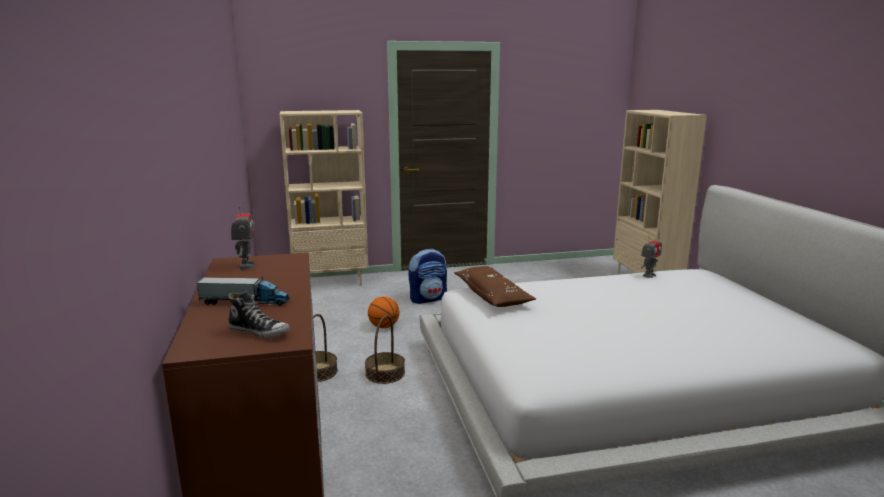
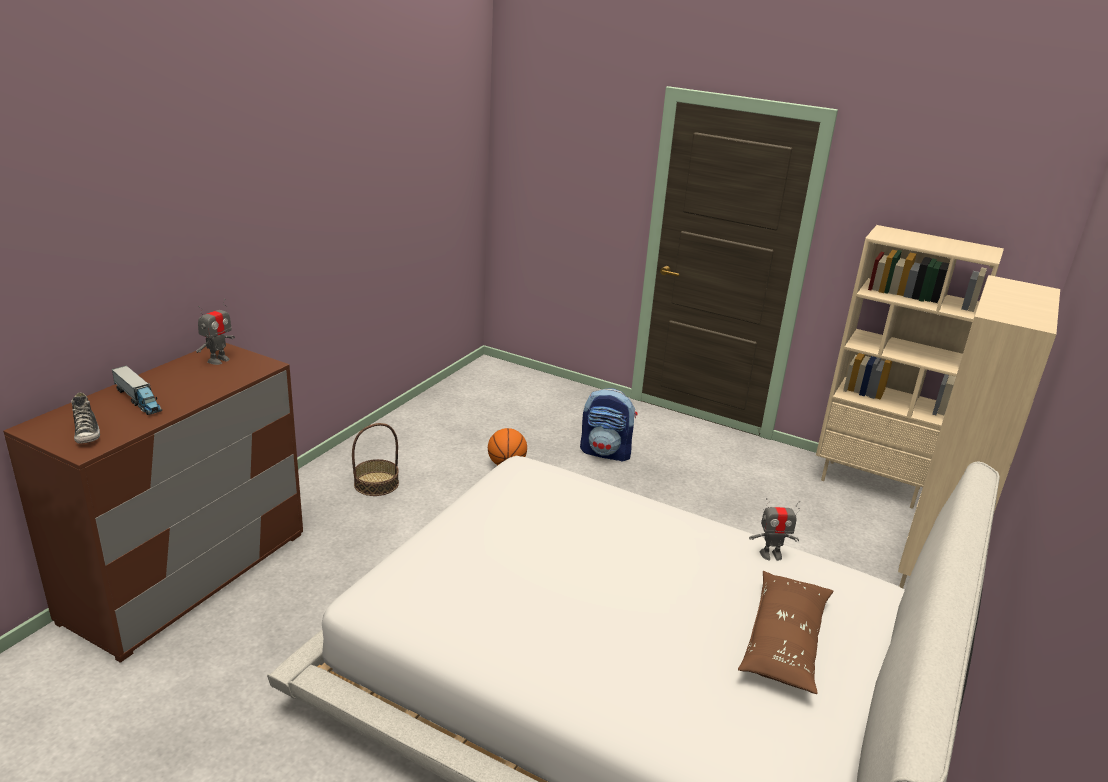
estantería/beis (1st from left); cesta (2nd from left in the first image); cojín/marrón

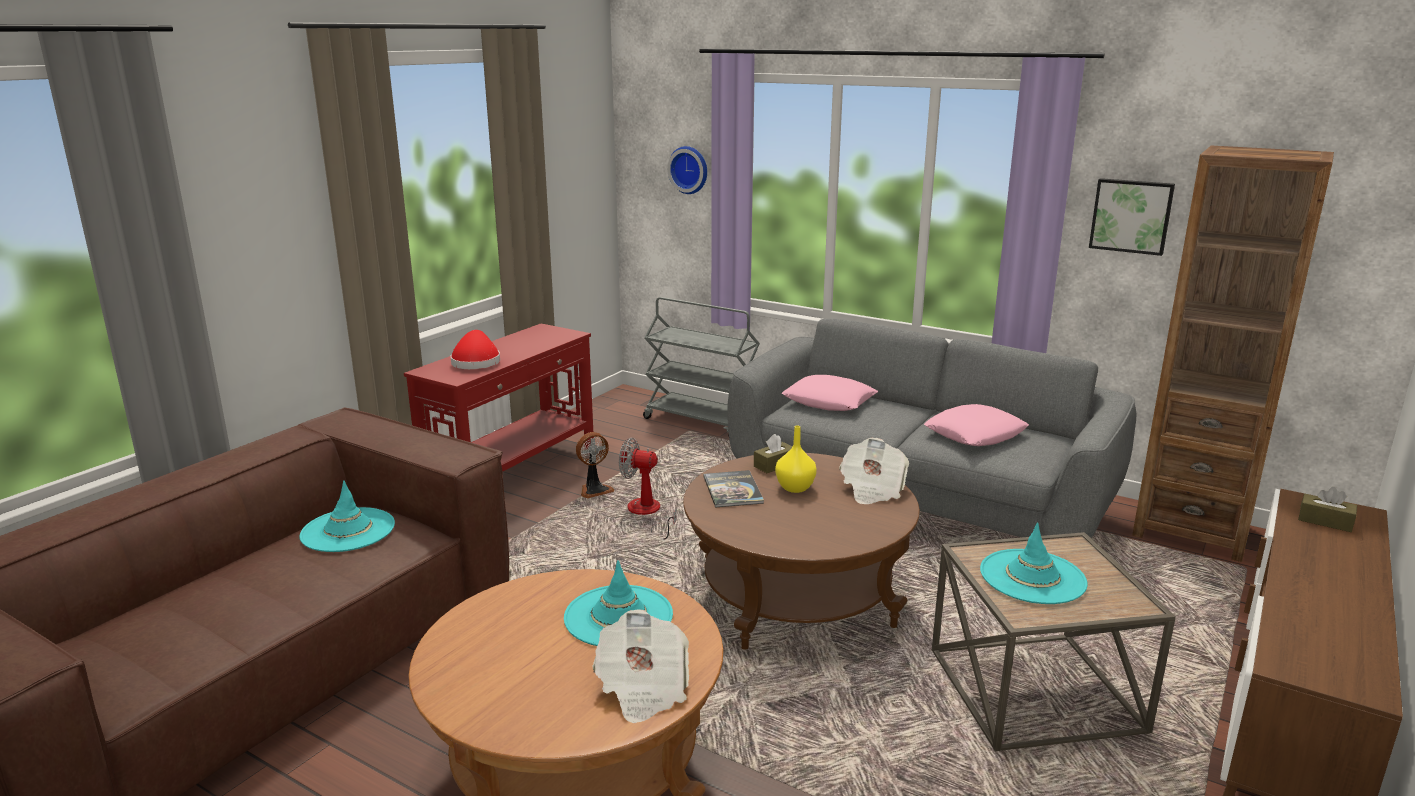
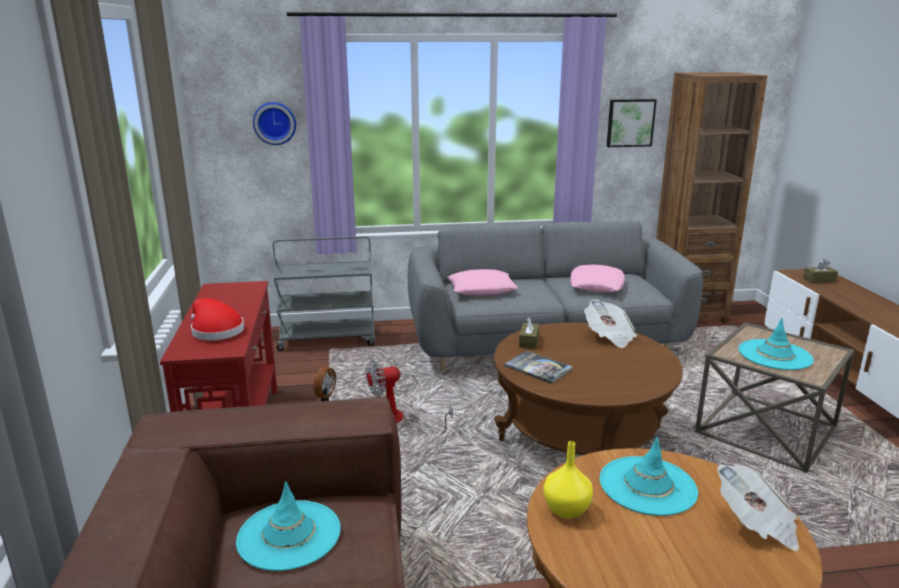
florero/amarillo

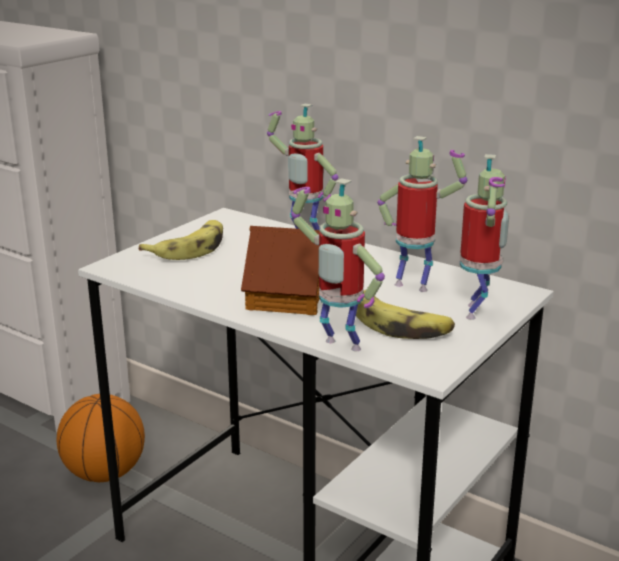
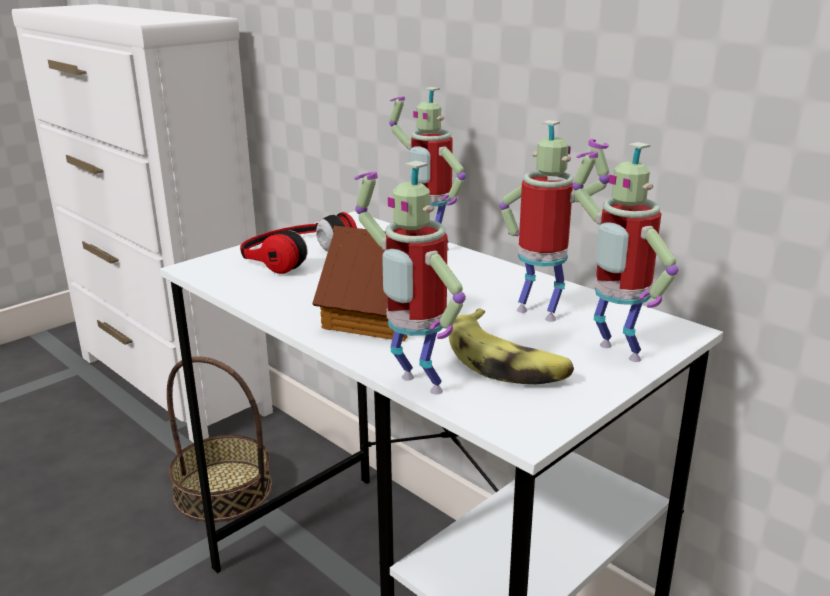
cesta; auriculares; robot de juguete (4th from left)

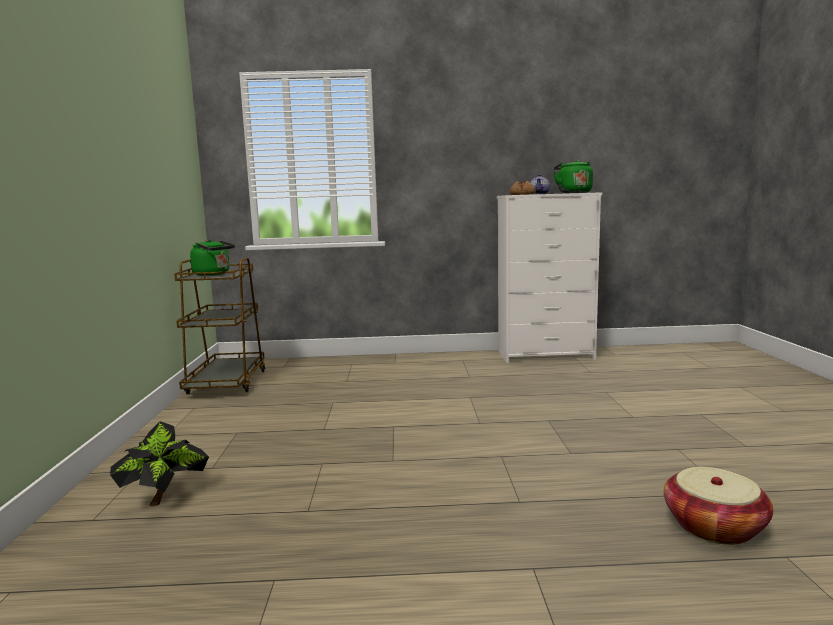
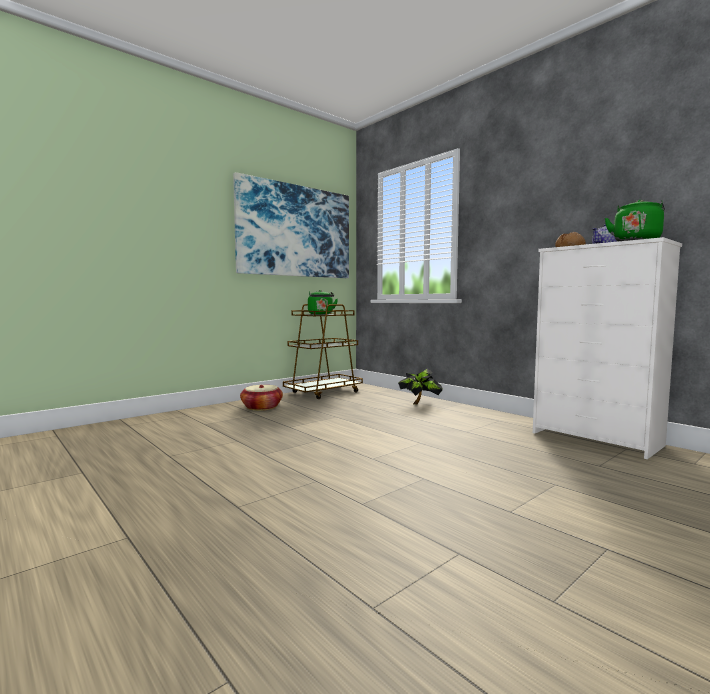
planta en maceta; cesta; cuadro

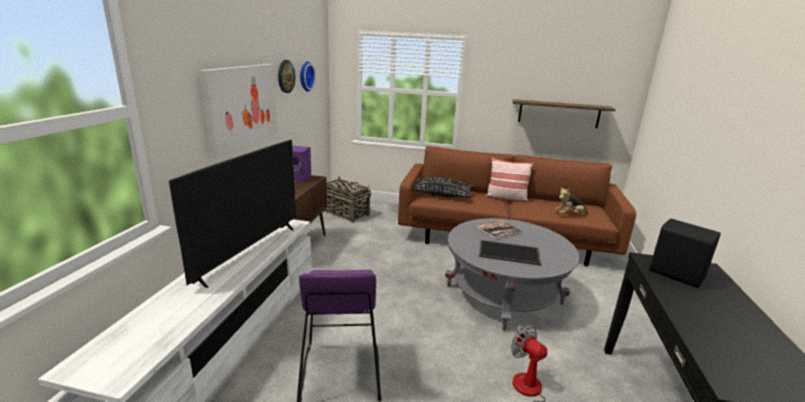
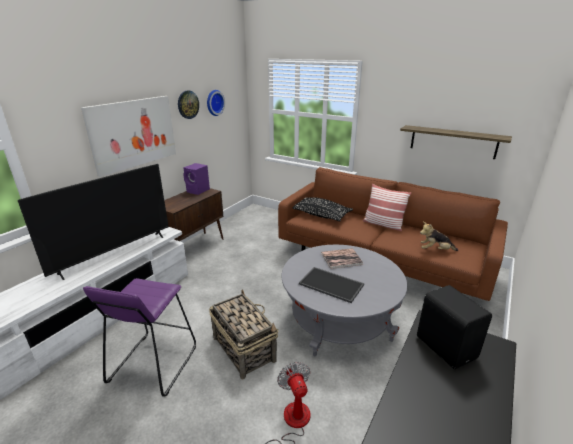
cesta

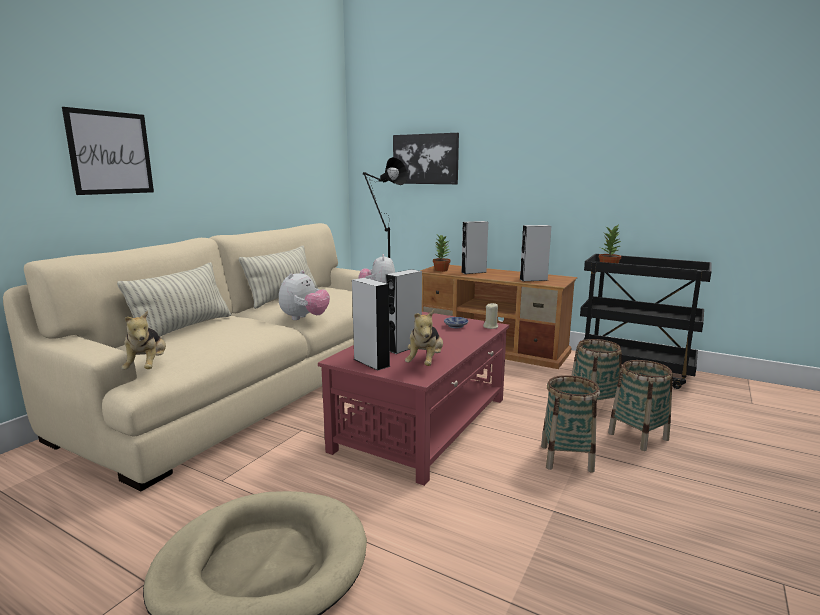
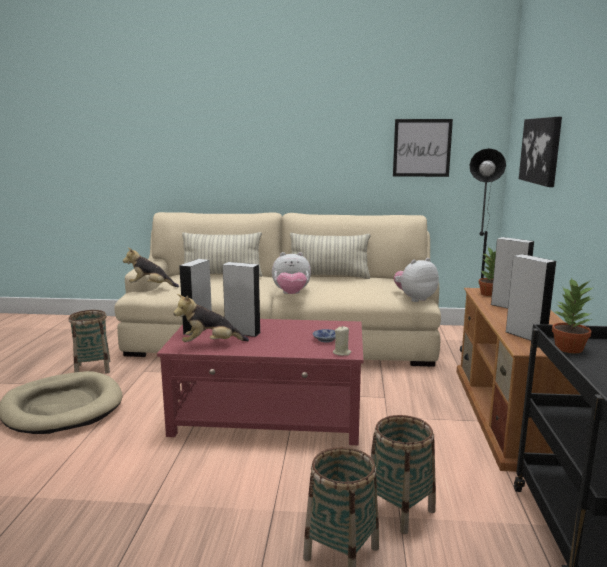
cuadro (1st from left); peluche (1st from left); cesta (1st from left)

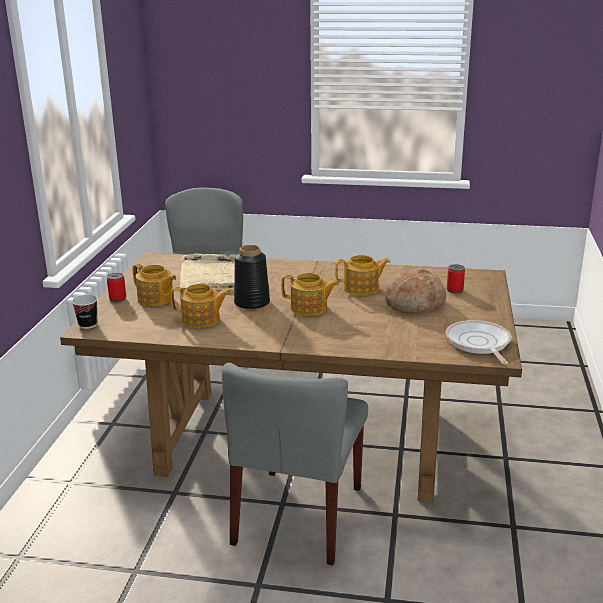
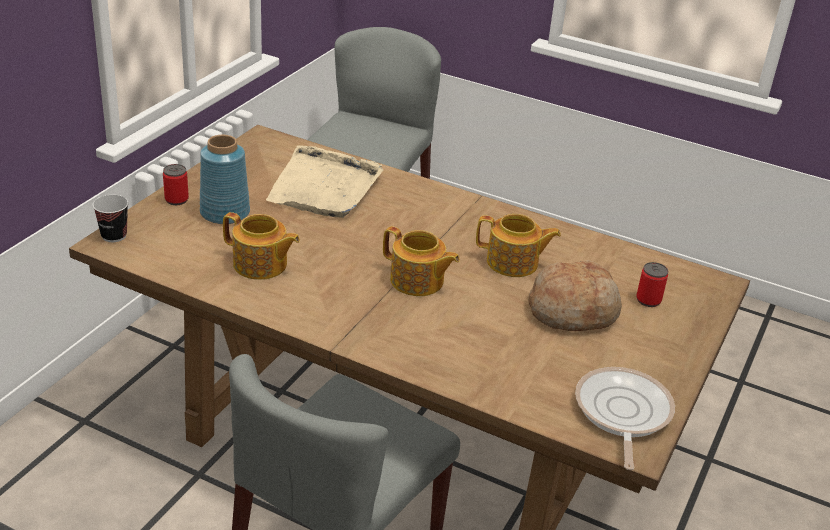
florero/azul; florero/negro

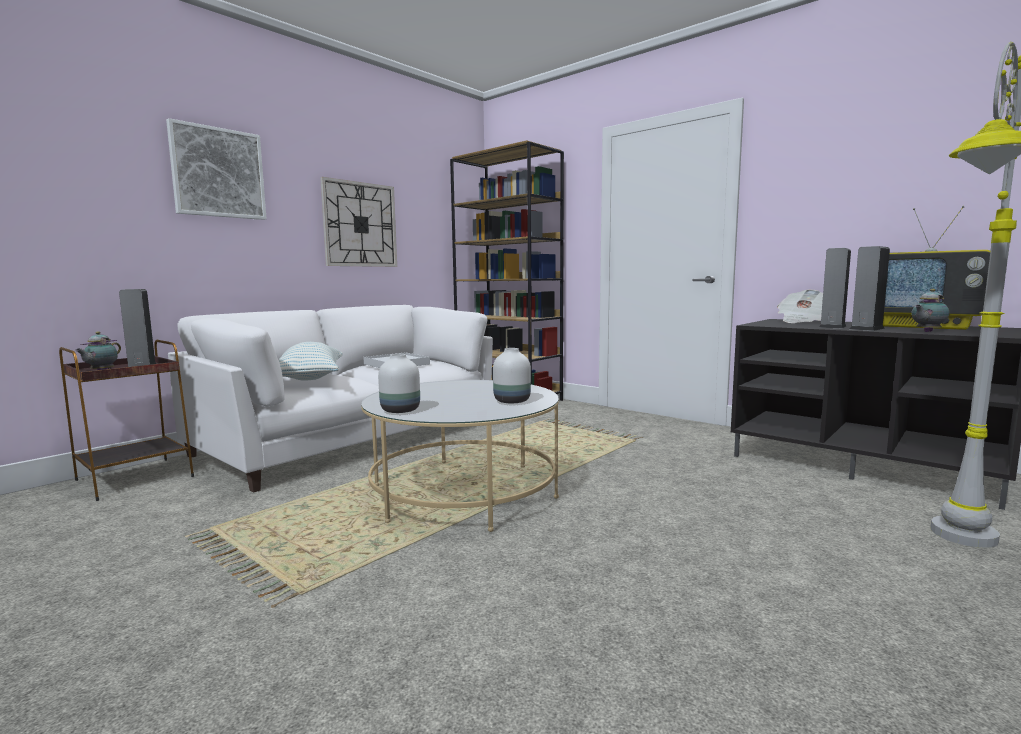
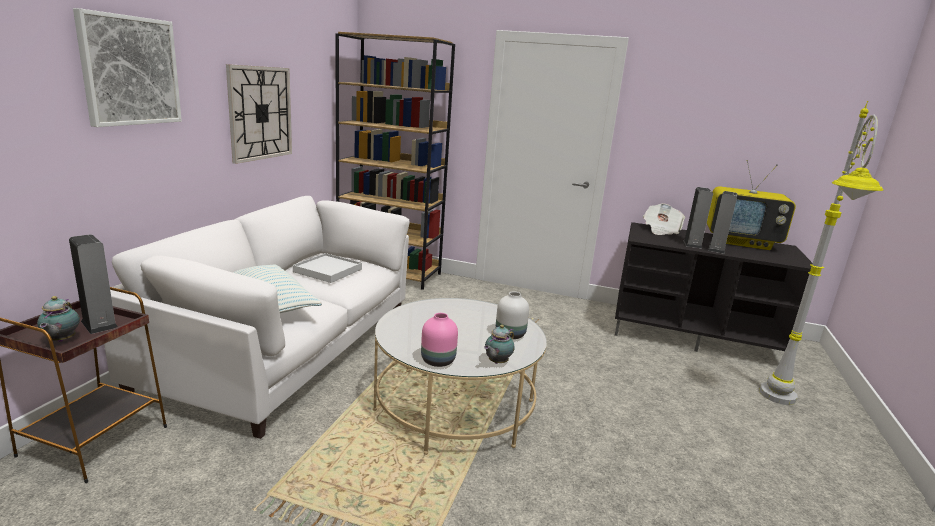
florero/rosa; tetera (2nd from left)

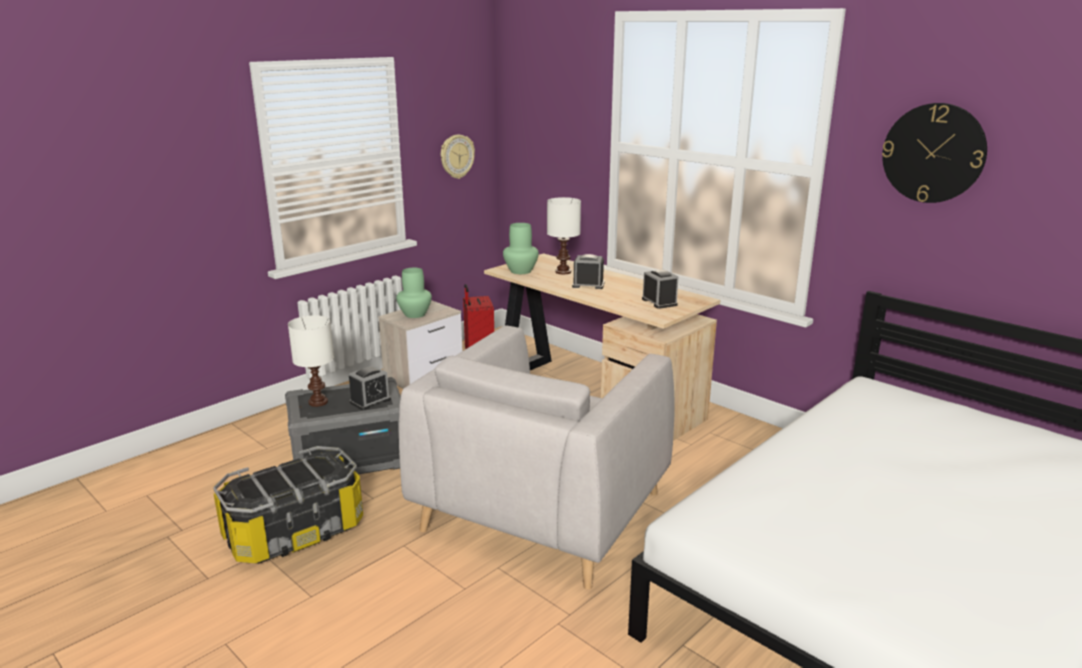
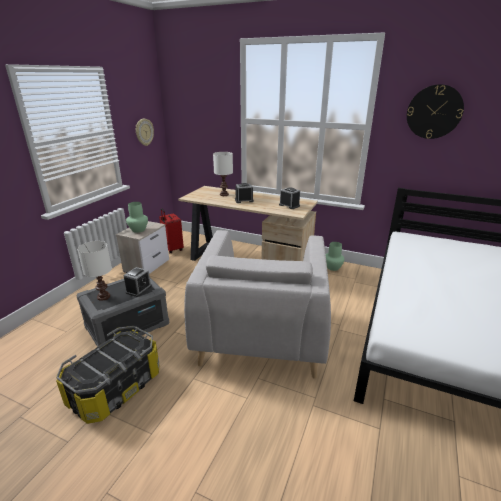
florero/verde (2nd from left)

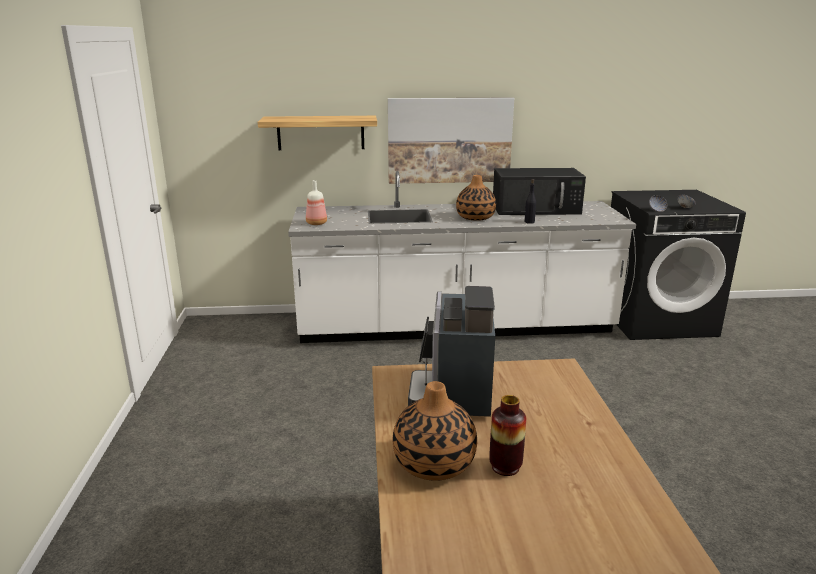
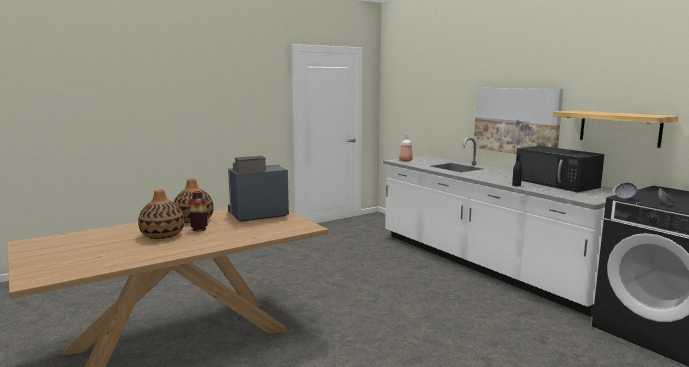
estante; florero (1st from left)

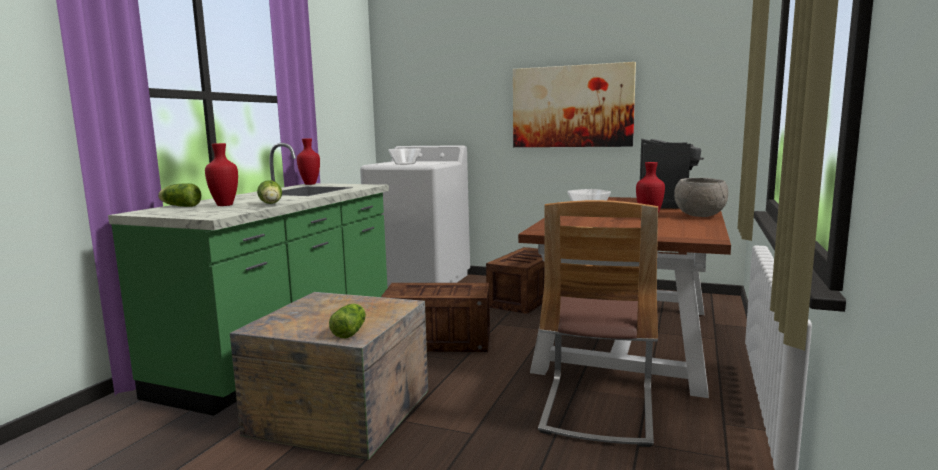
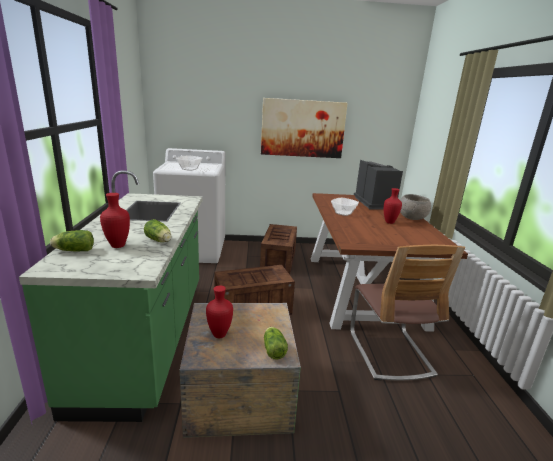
florero/rojo (2nd from left)

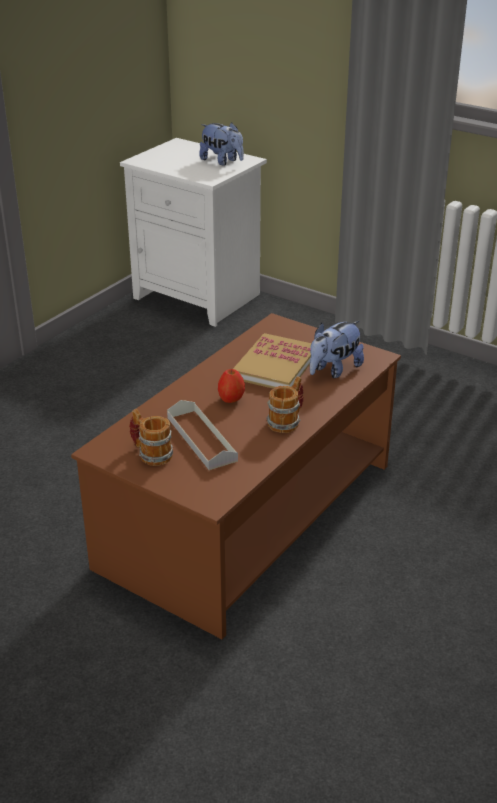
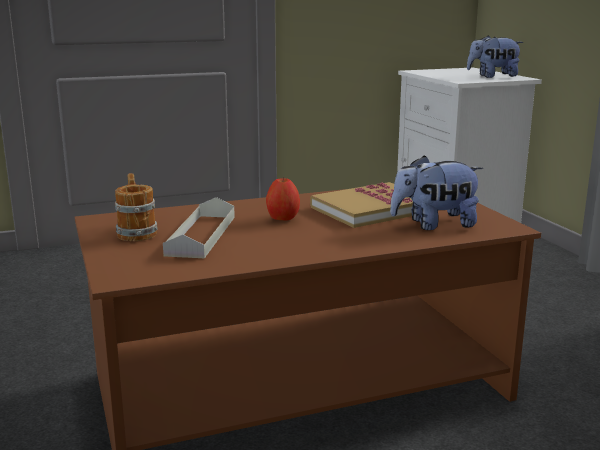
peluche (2nd from left); taza grande (2nd from left in the first image)

